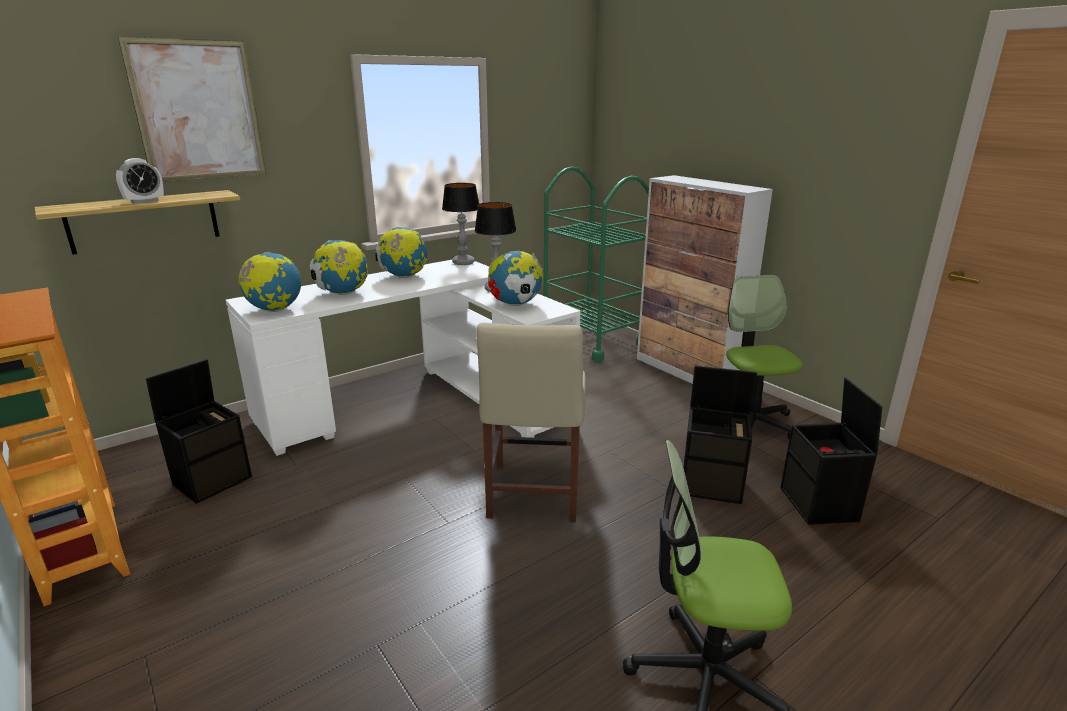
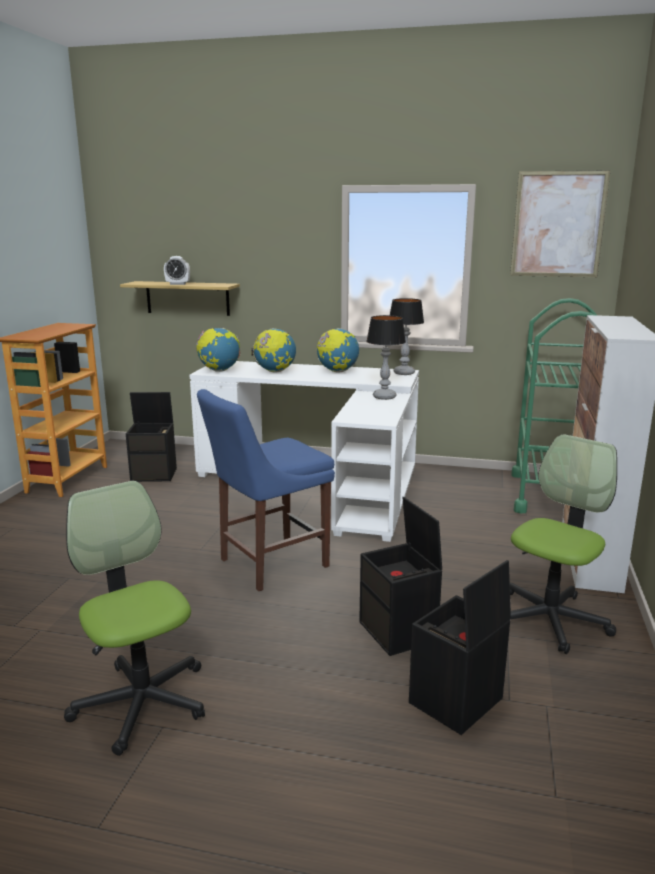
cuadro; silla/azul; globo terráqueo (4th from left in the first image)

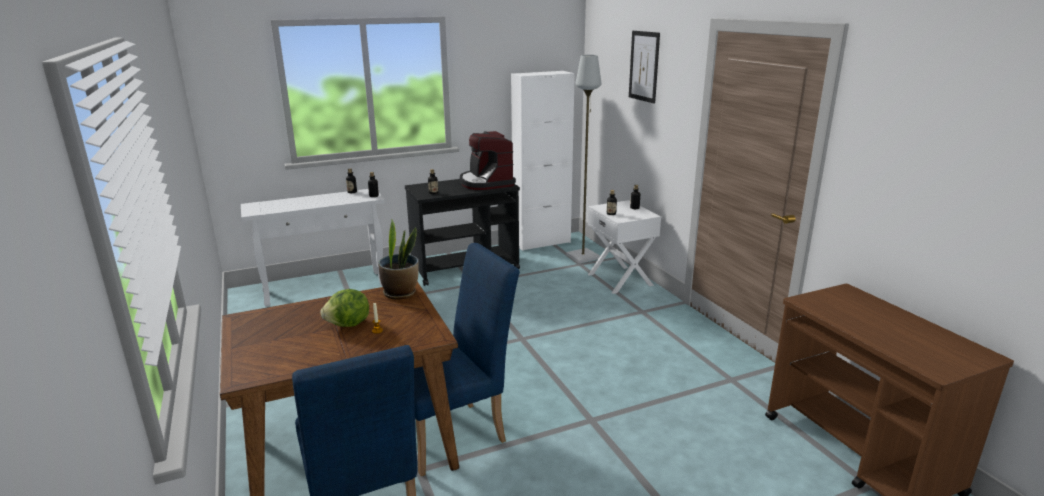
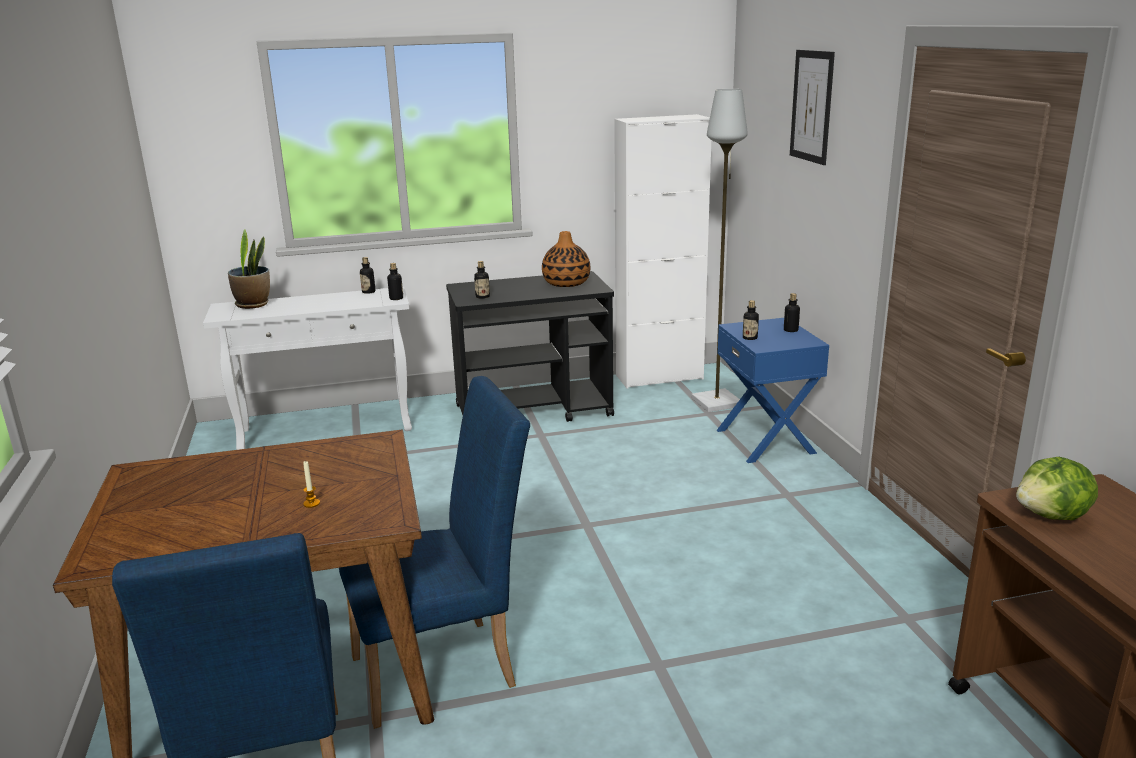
lechuga; planta en maceta; florero; mesita de noche/azul

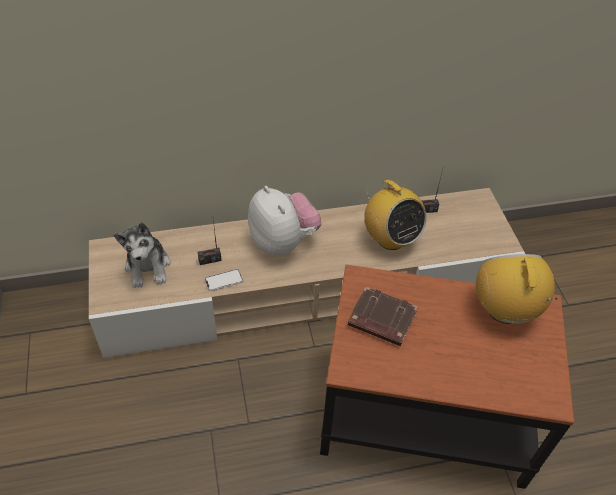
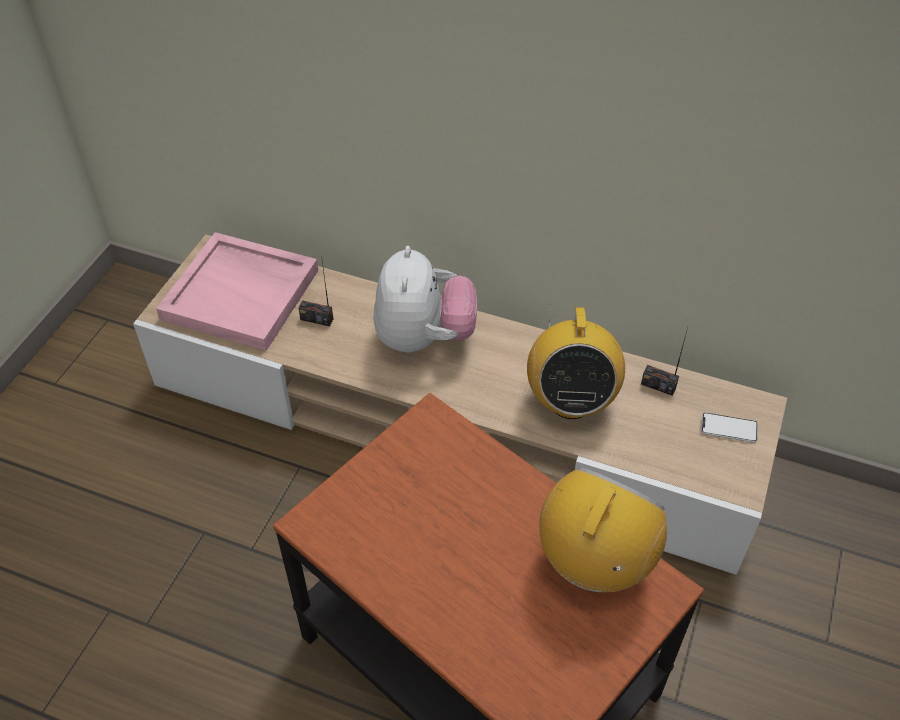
bandeja/rosa; móvil; libro/marrón

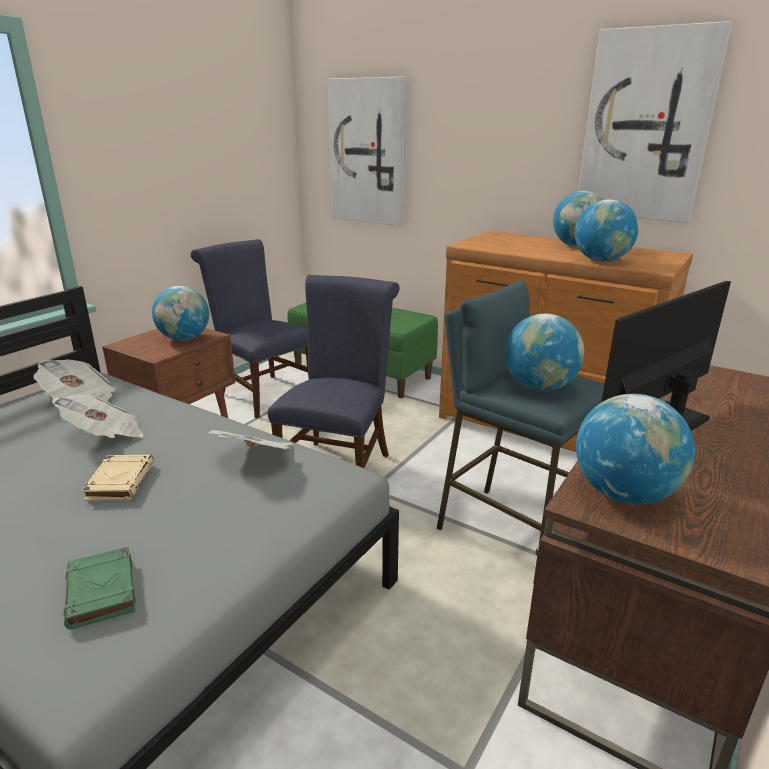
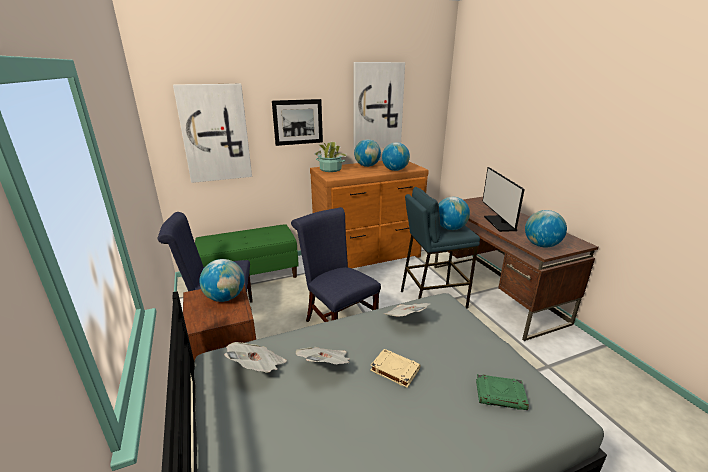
cuadro (2nd from left); planta en maceta

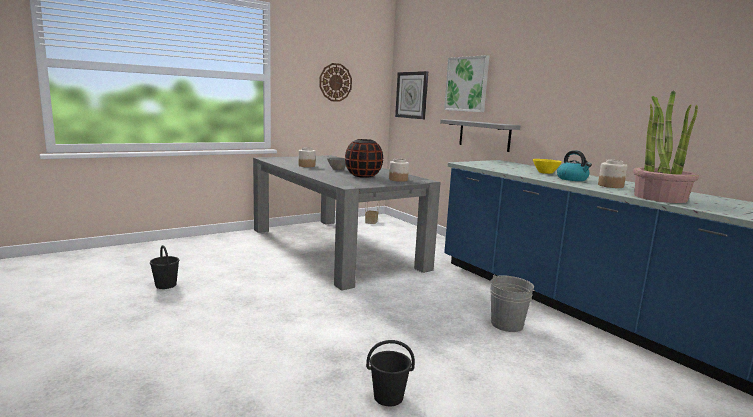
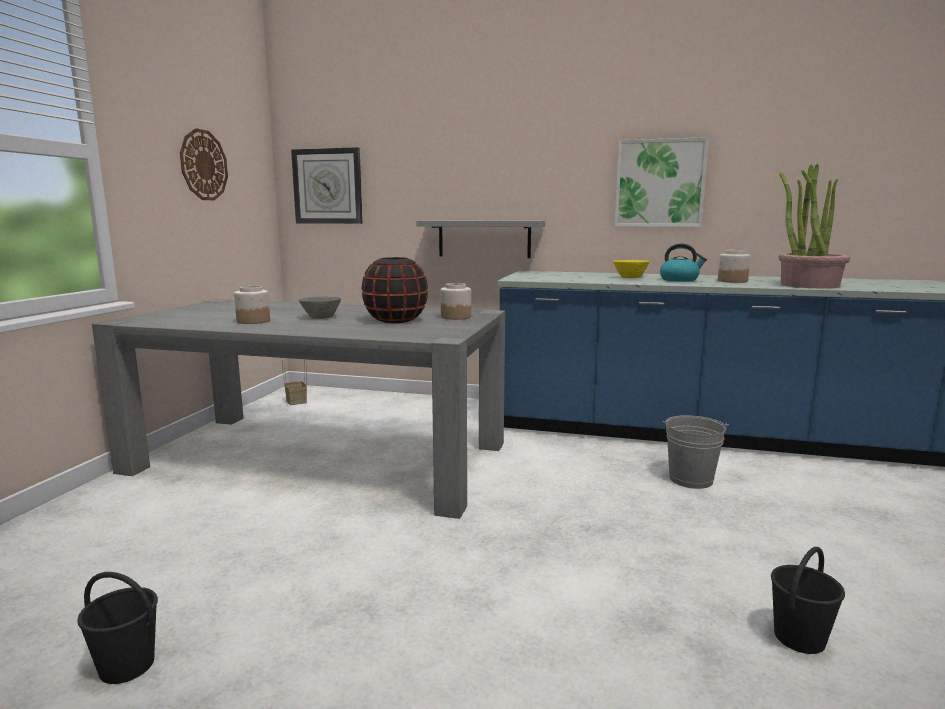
cuadro

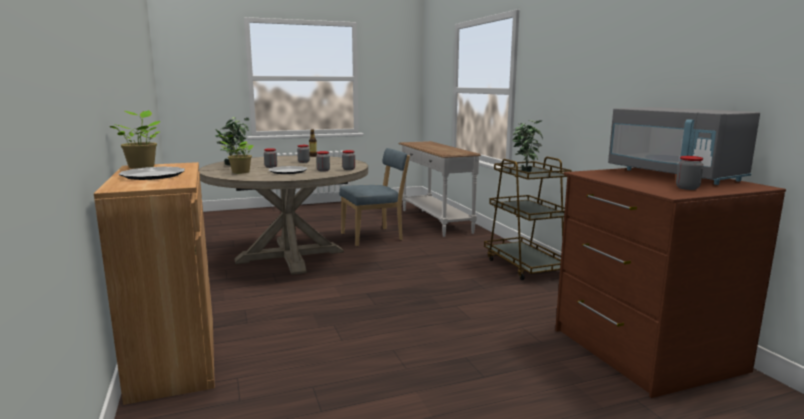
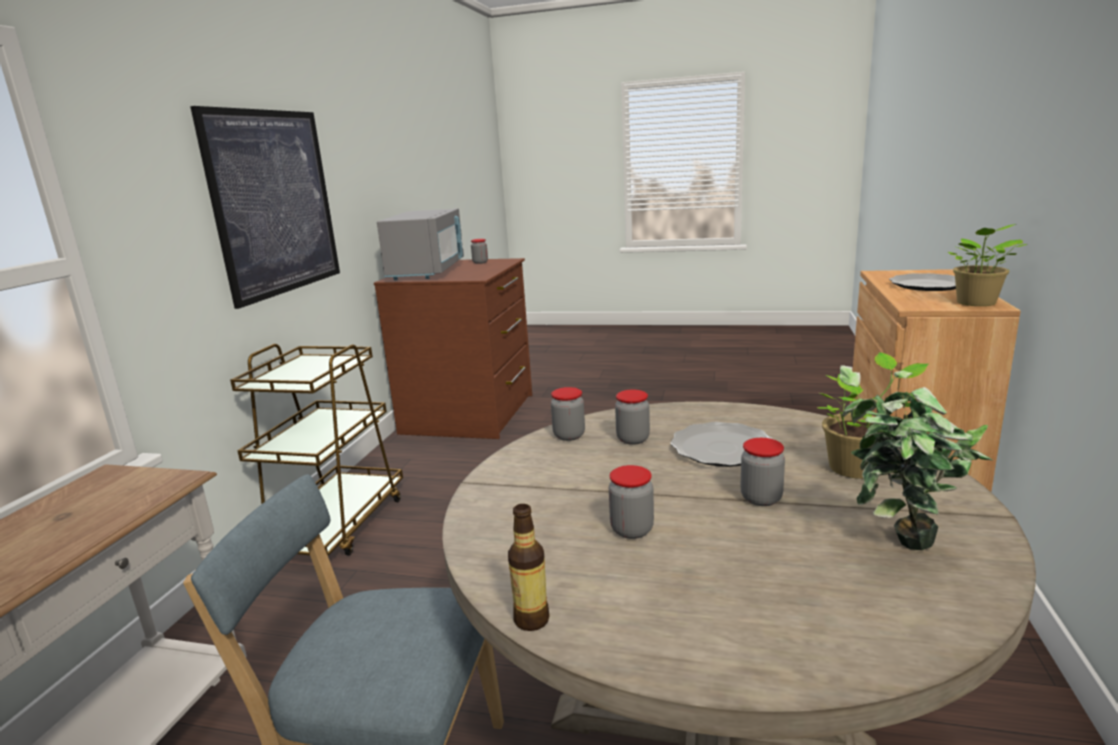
planta en maceta (4th from left in the first image); cuadro

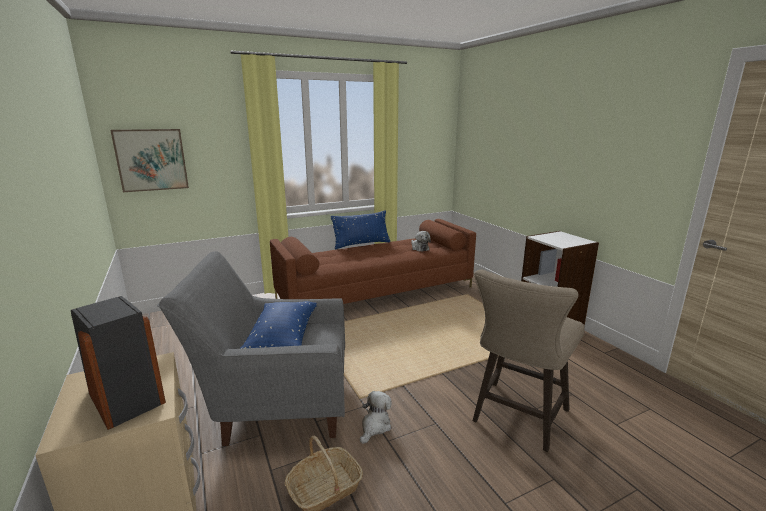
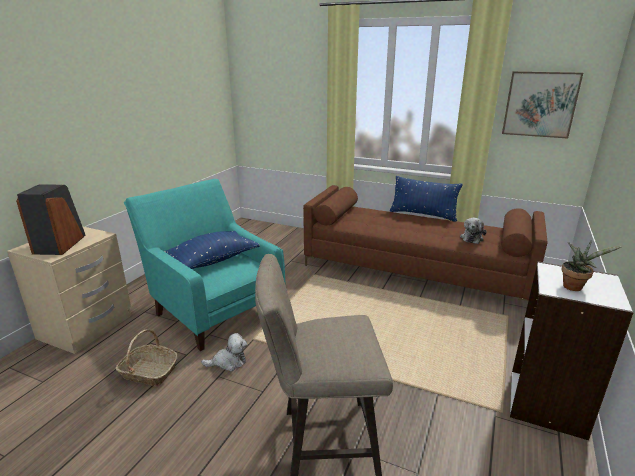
cuadro; sillón/turquesa; planta en maceta

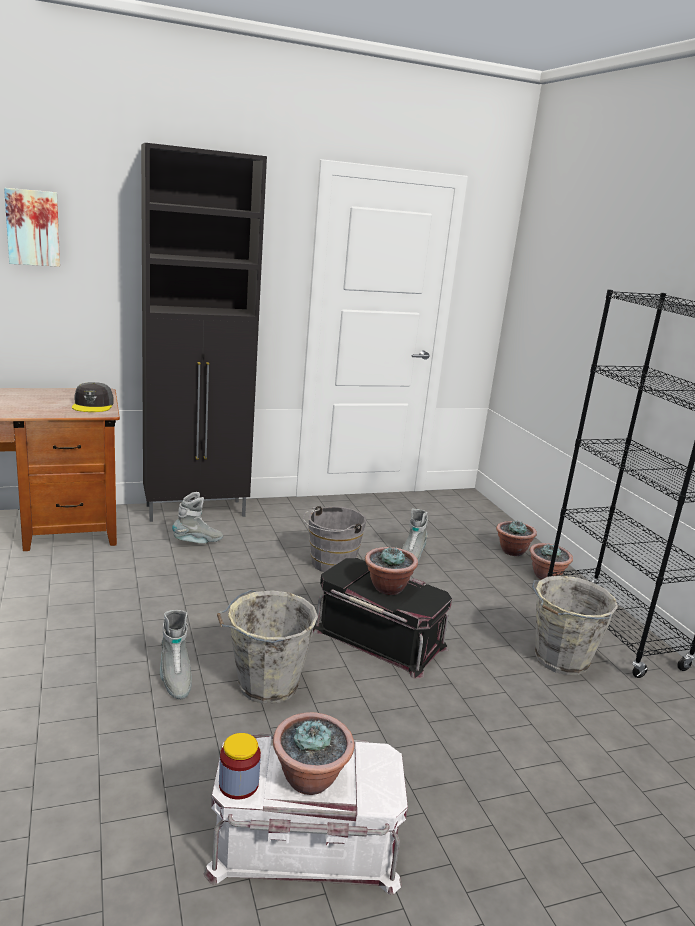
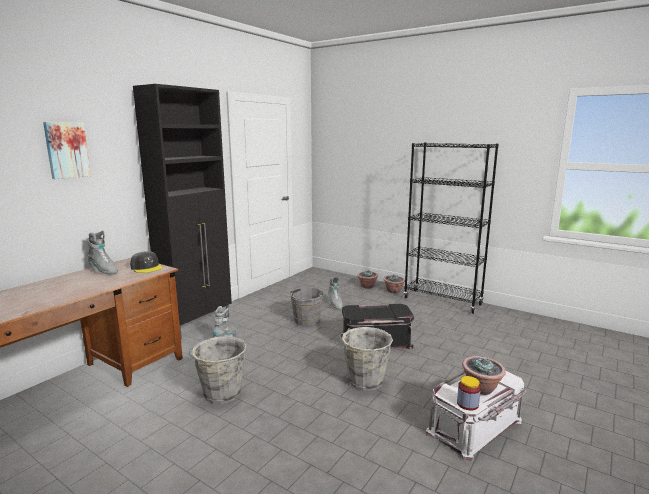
bota/gris (1st from left); planta en maceta (2nd from left in the first image); cubo/gris (1st from left)

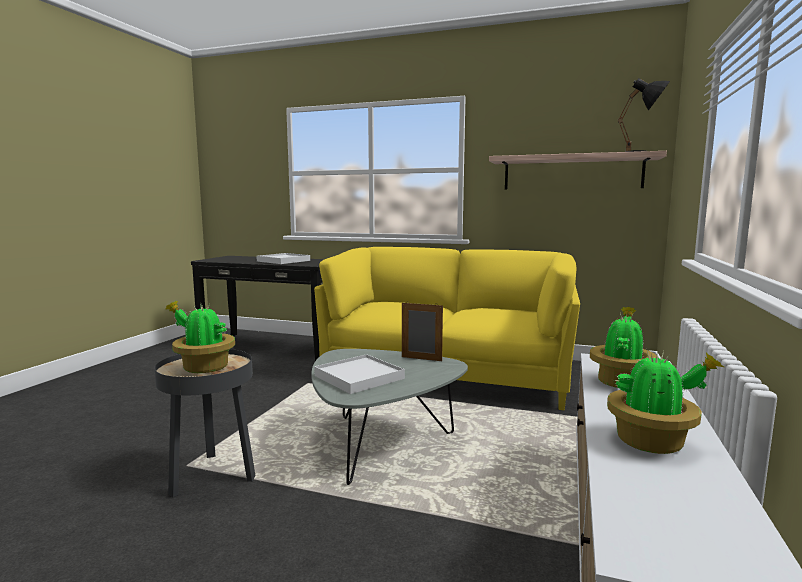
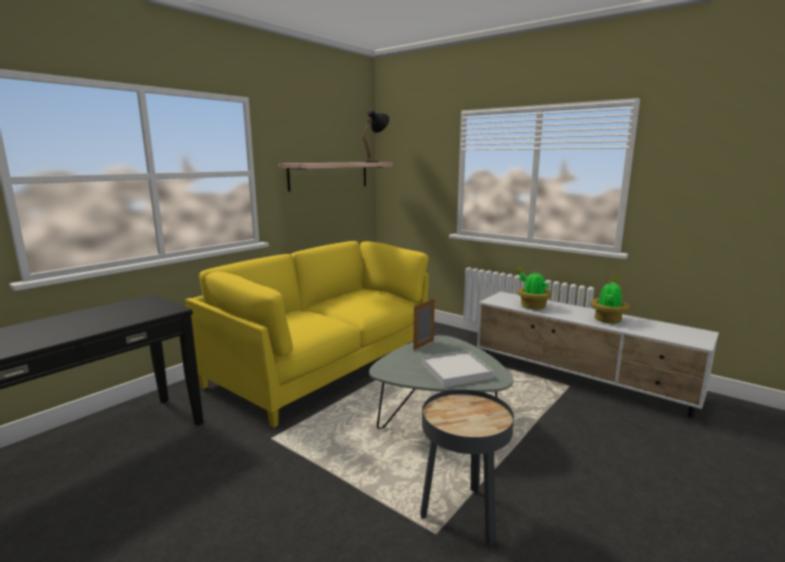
planta en maceta (1st from left in the first image); bandeja/blanco (1st from left in the first image)

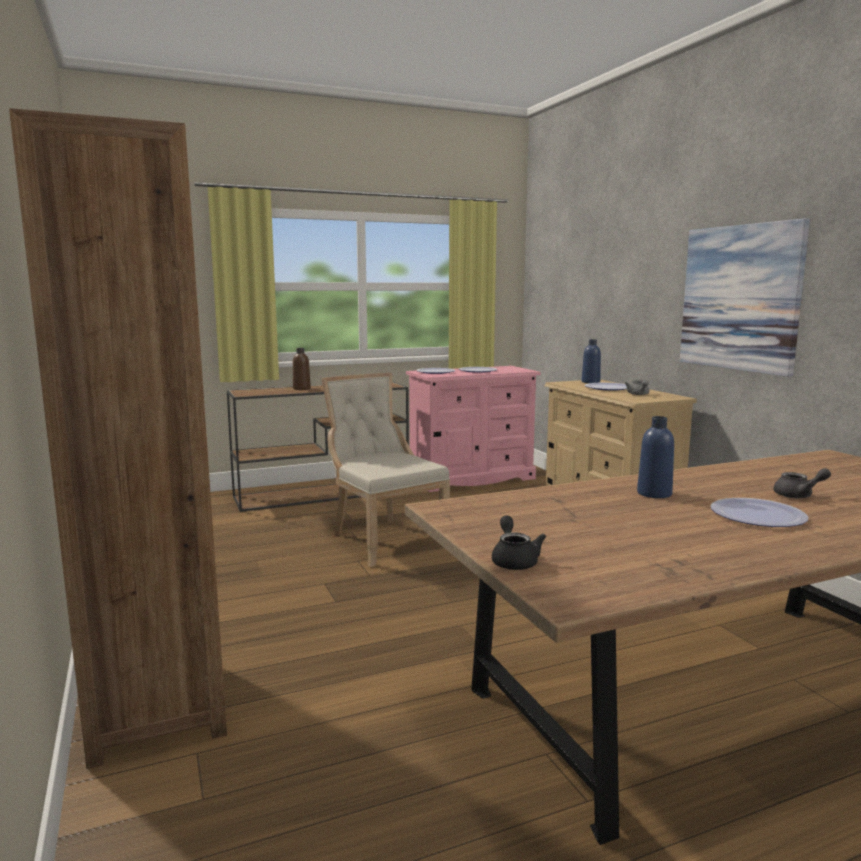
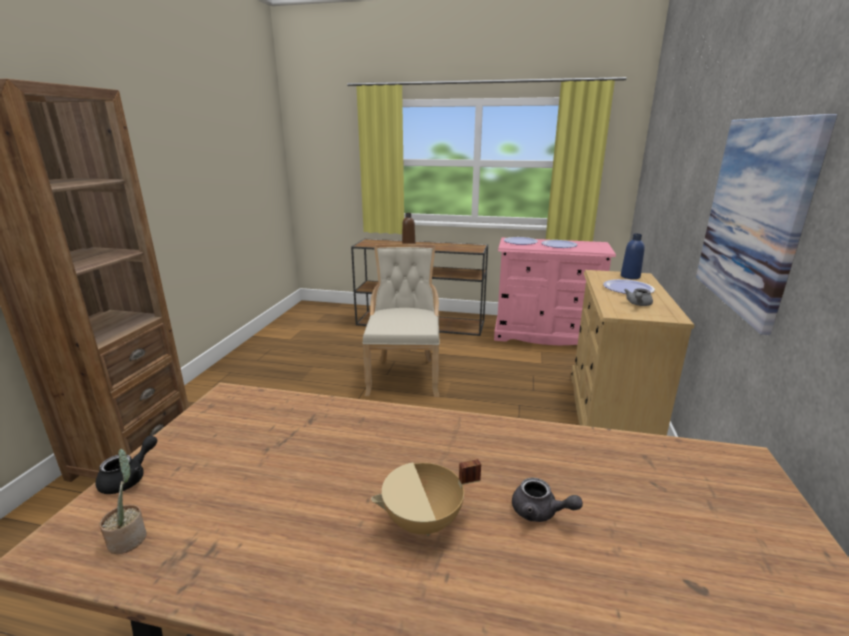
botella/azul (2nd from left in the first image); olla/beis; planta en maceta

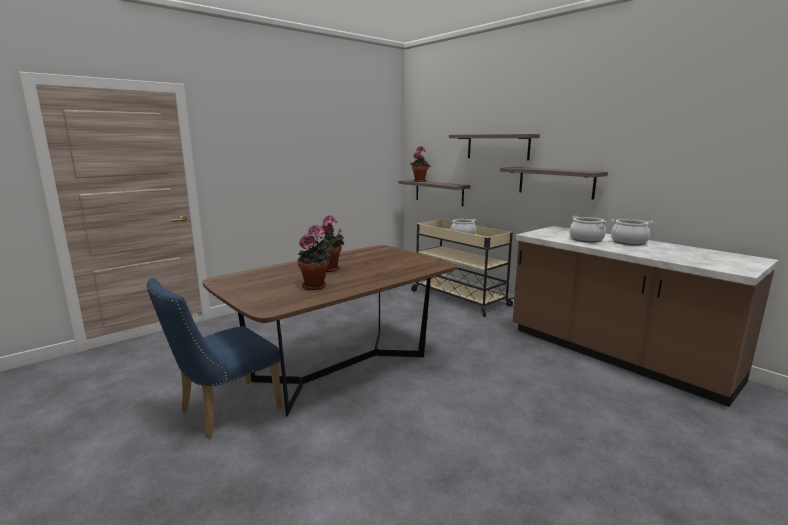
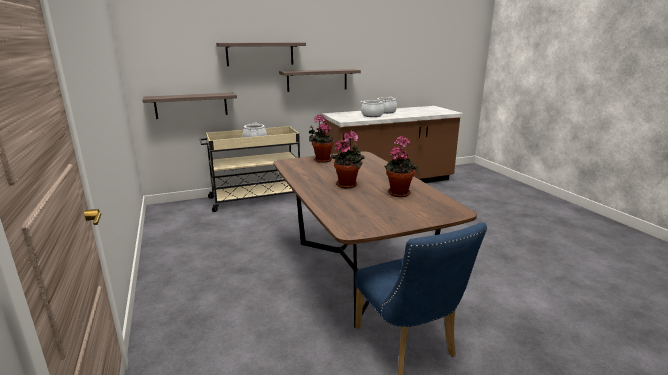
planta en maceta (1st from left)

